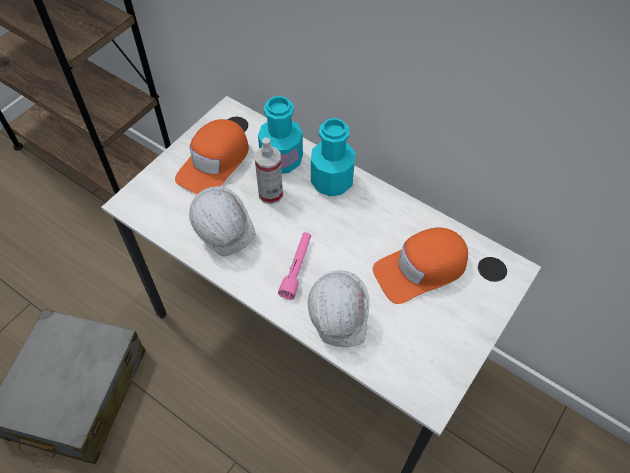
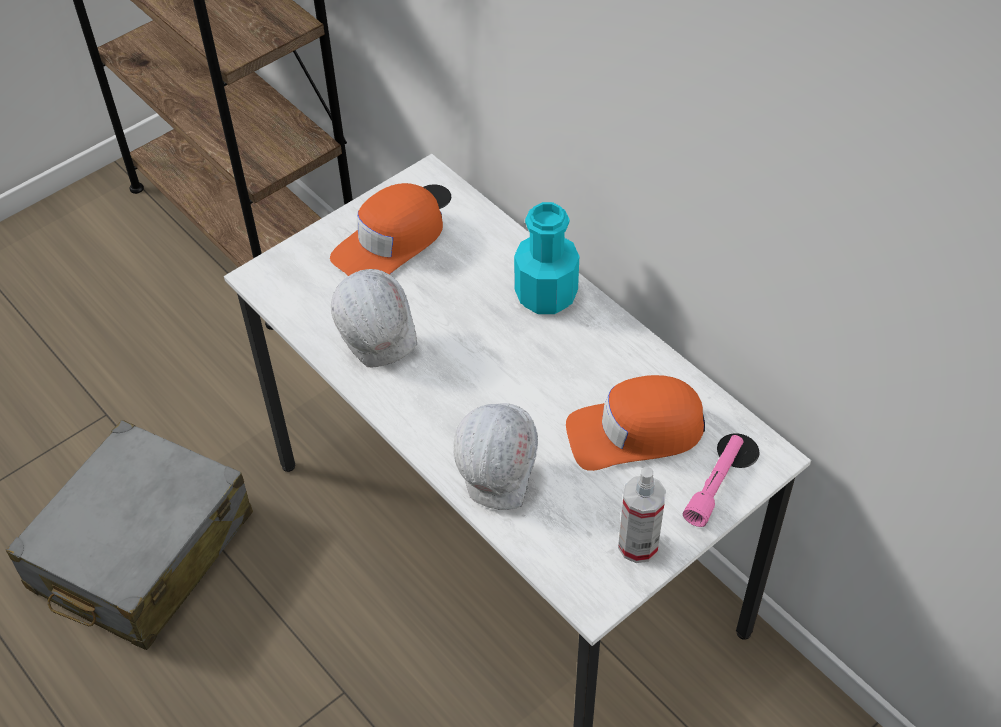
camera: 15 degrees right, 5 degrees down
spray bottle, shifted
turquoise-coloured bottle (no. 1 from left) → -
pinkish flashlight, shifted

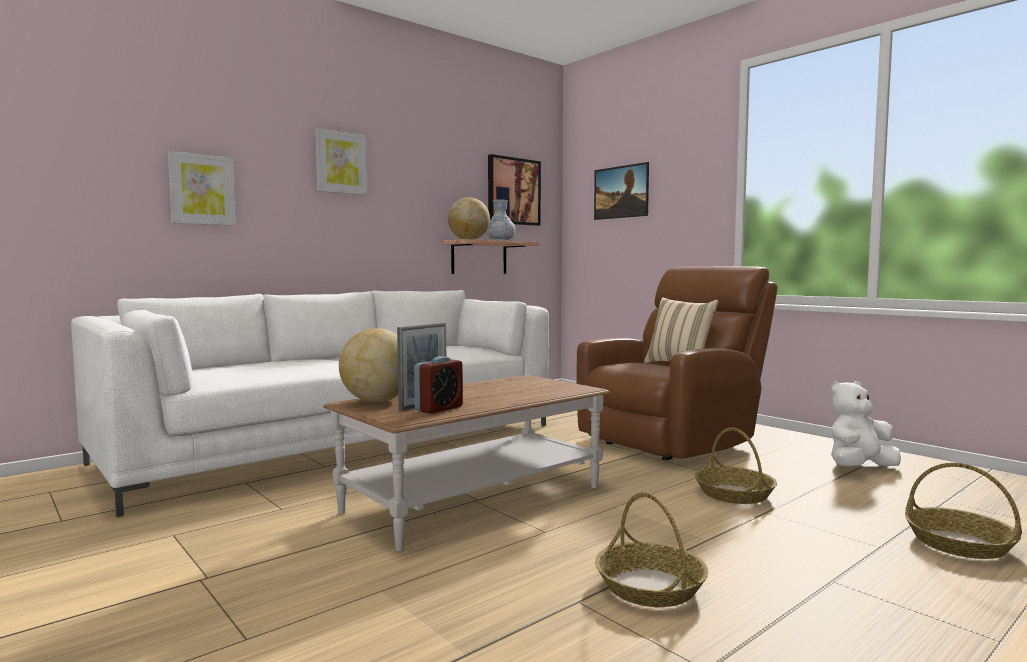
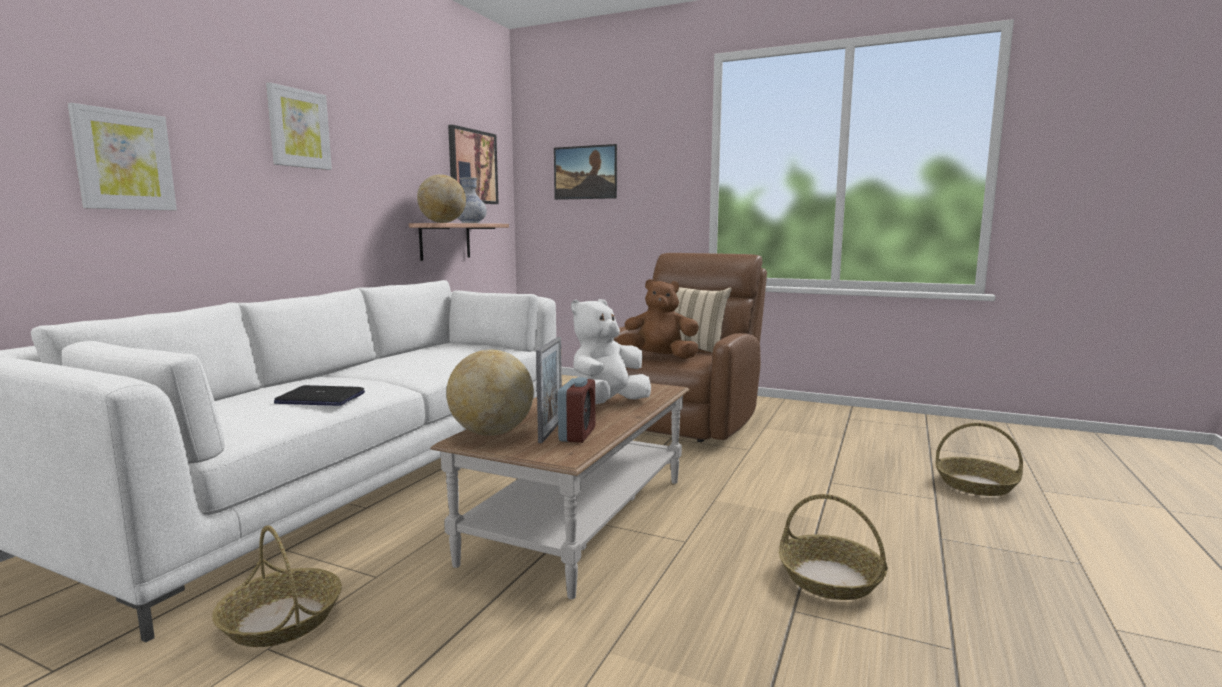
camera: 25 degrees left, 5 degrees up
storage basket (no. 2 from left in the first image) → storage basket (no. 1 from left), shifted
white soft toy, shifted
- → portable computer
- → brown-coloured soft toy

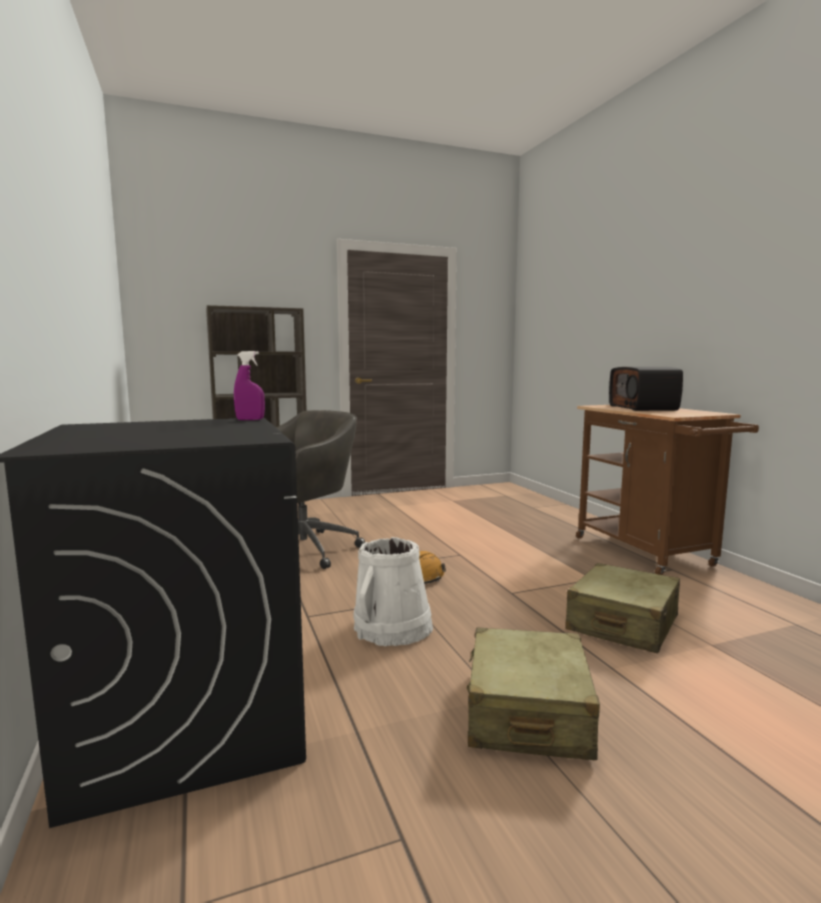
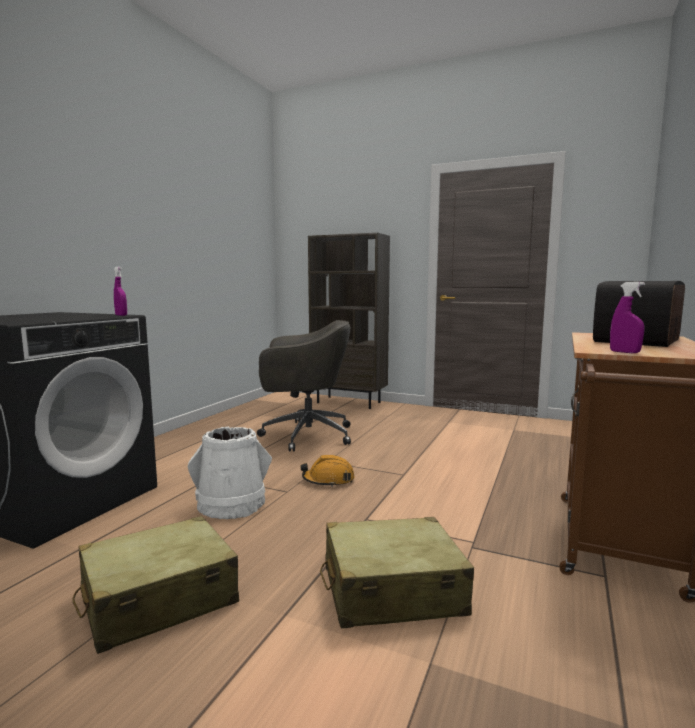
camera: 45 degrees right, 0 degrees up
- → purplish spray bottle (no. 2 from left)

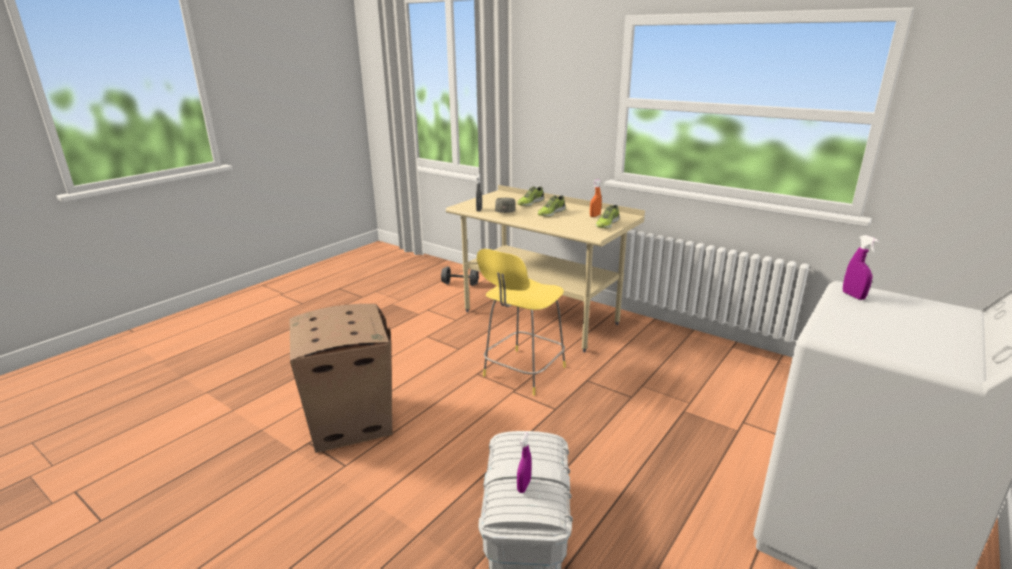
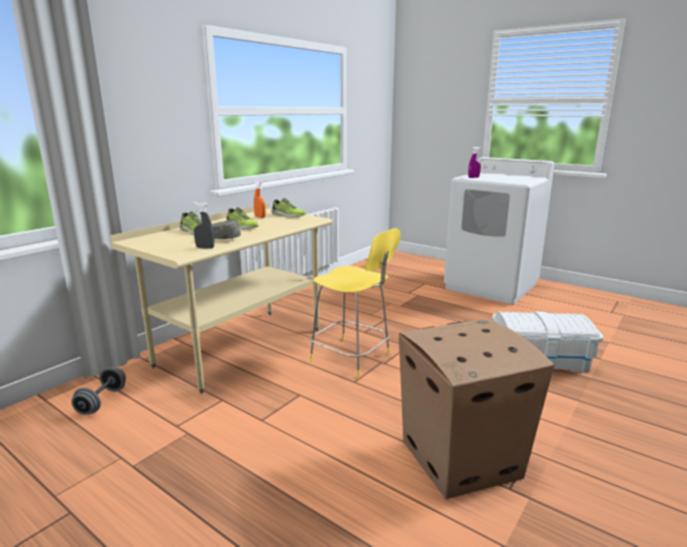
camera: 90 degrees left, 5 degrees down
purplish spray bottle (no. 1 from left) → -

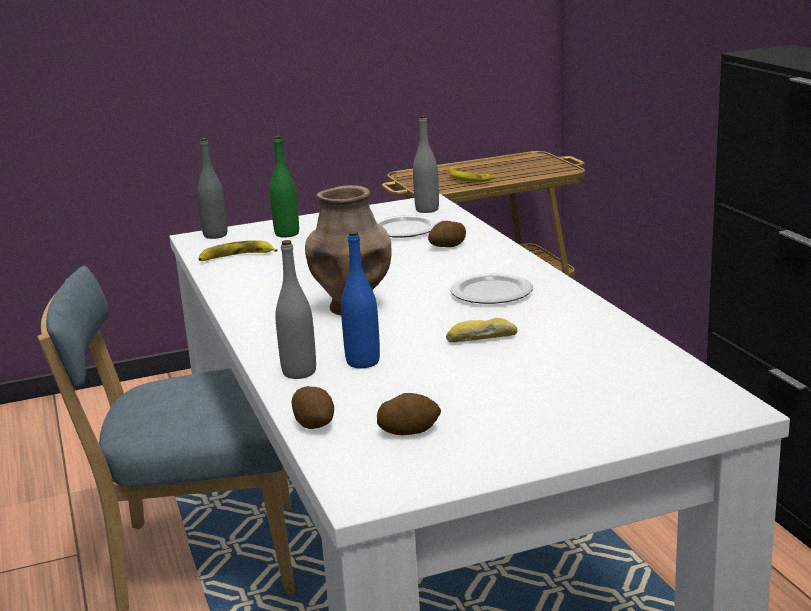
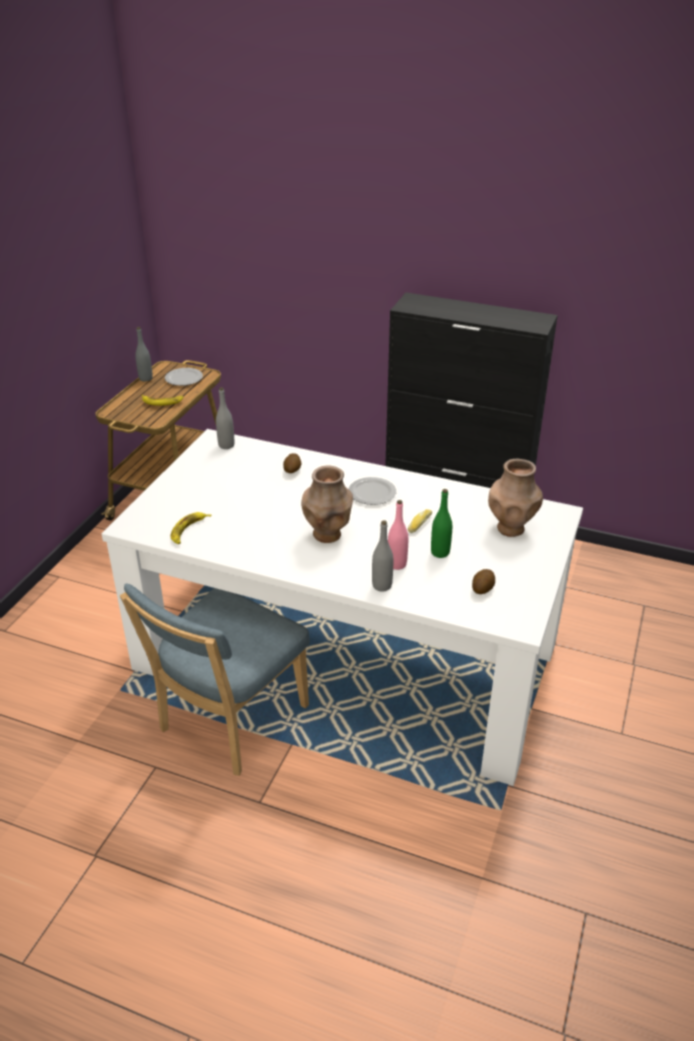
camera: 50 degrees left, 15 degrees up
gray bottle (no. 1 from left), shifted
green bottle, shifted
spud (no. 1 from left) → -
blue bottle → pinkish bottle
plate (no. 1 from left), shifted
- → brown-coloured flower vase (no. 2 from left)

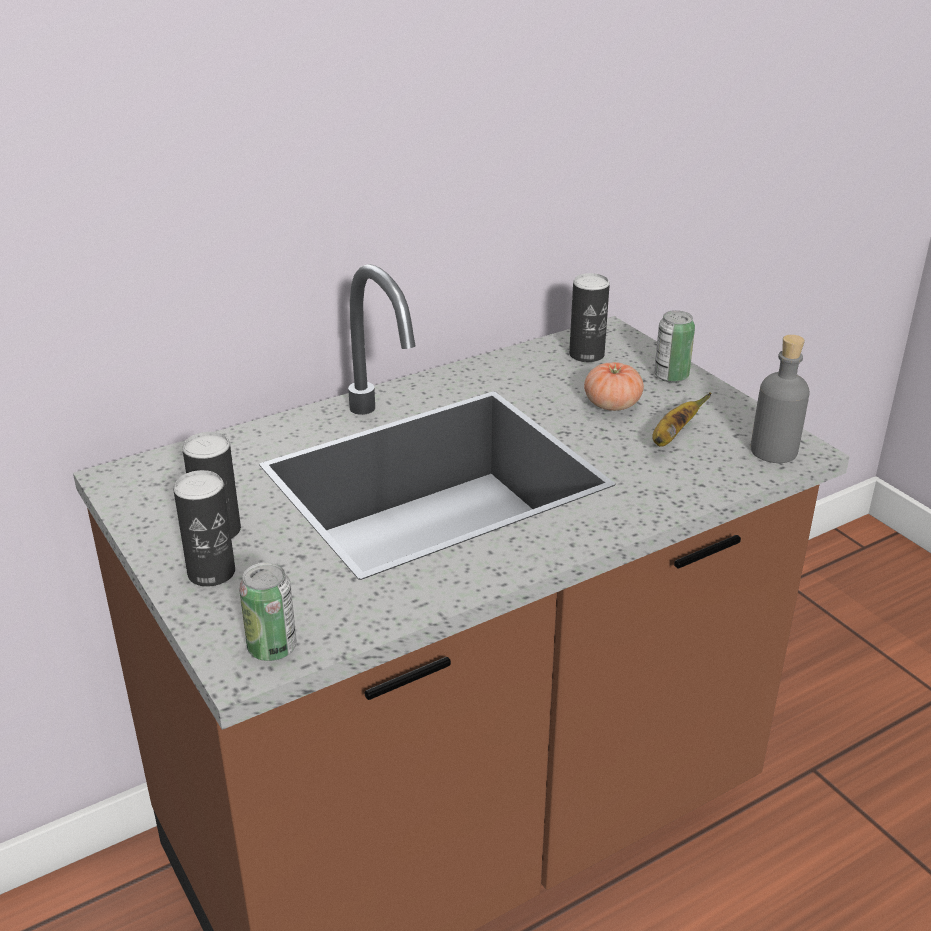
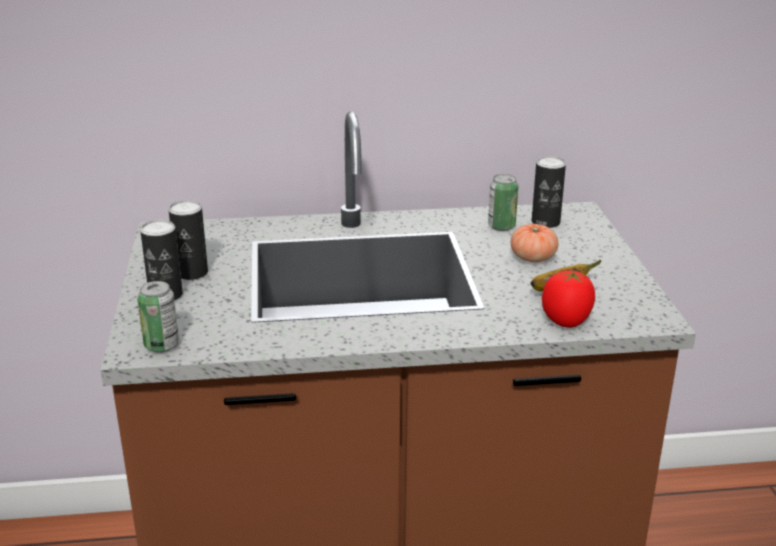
camera: 25 degrees right, 5 degrees down
can (no. 5 from left in the first image) → can (no. 4 from left), shifted
gray bottle → -
- → tomato (no. 2 from left)

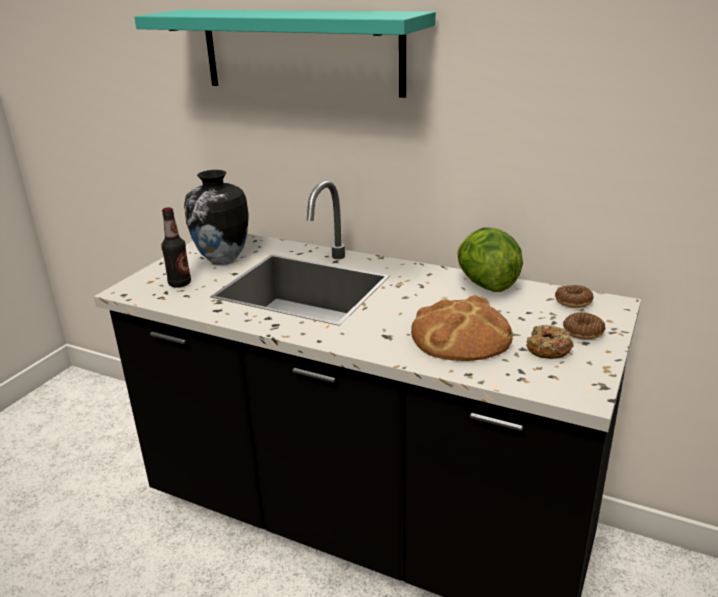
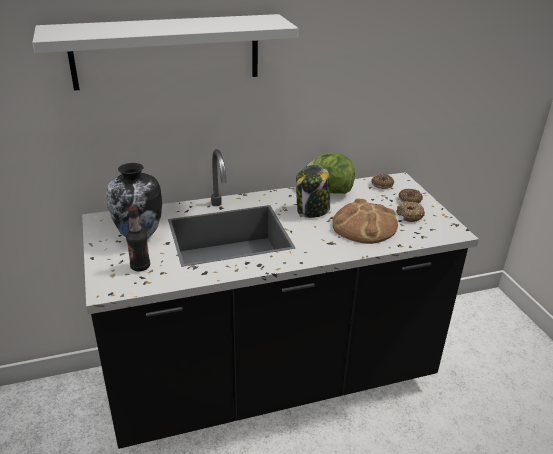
camera: 45 degrees left, 5 degrees up
turquoise-coloured wall shelf → white wall shelf
- → preserve jar

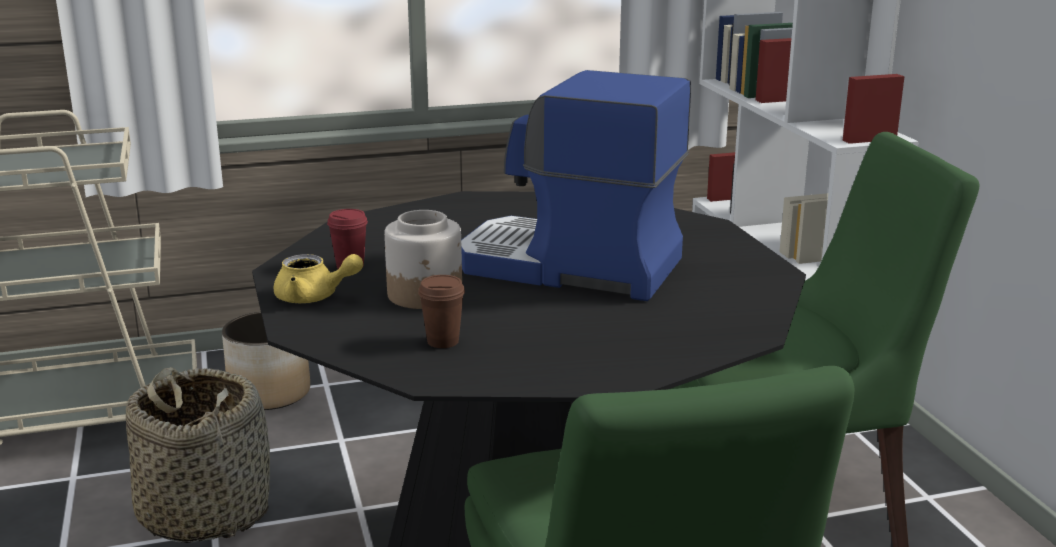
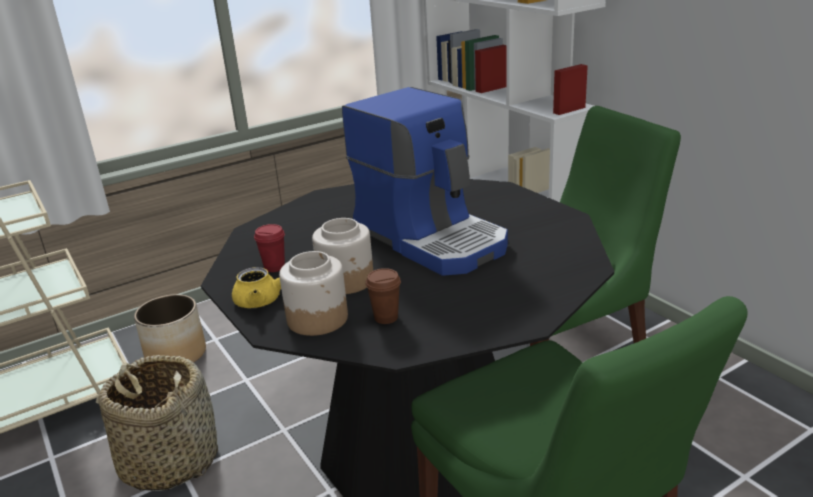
camera: 15 degrees left, 5 degrees up
coffee maker, 135 degrees counterclockwise
- → preserve jar (no. 1 from left)

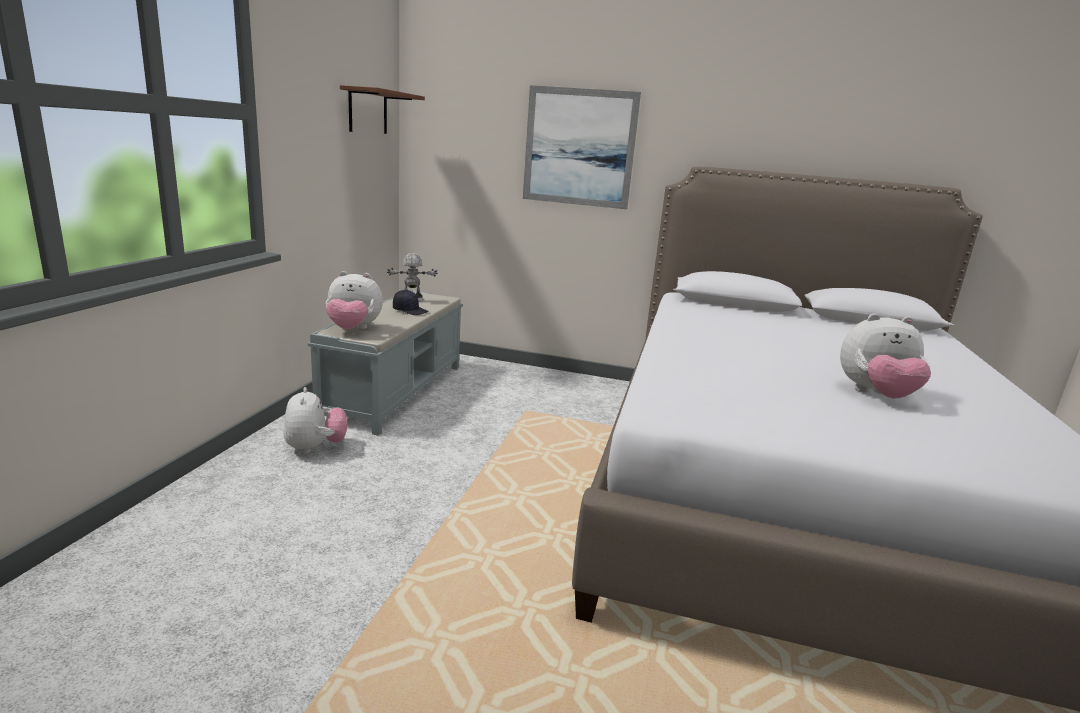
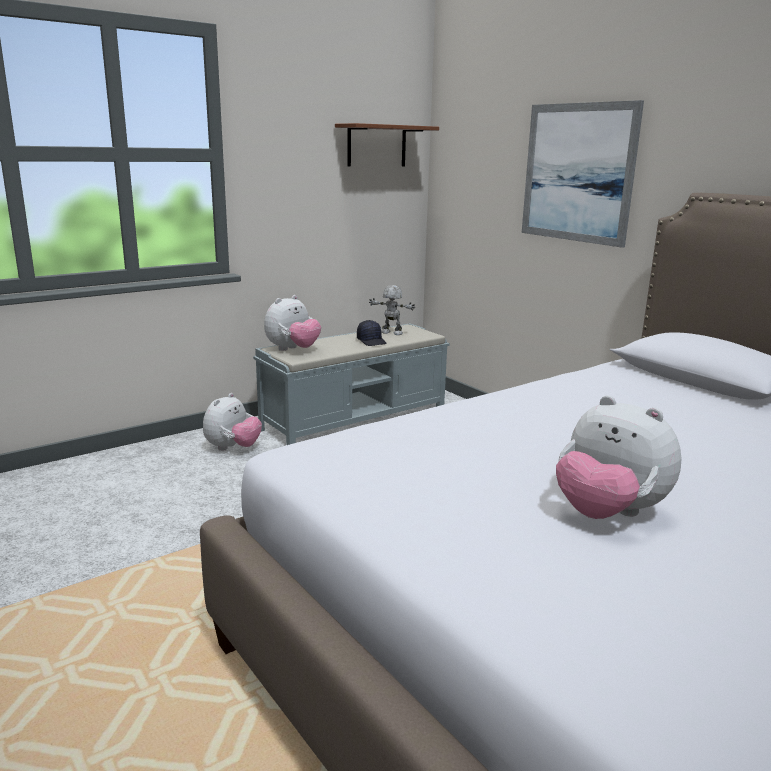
camera: 40 degrees right, 0 degrees up
soft toy (no. 2 from left), 90 degrees counterclockwise

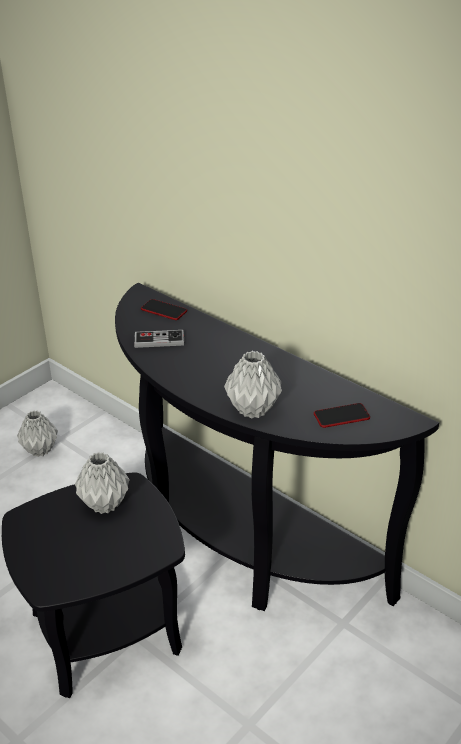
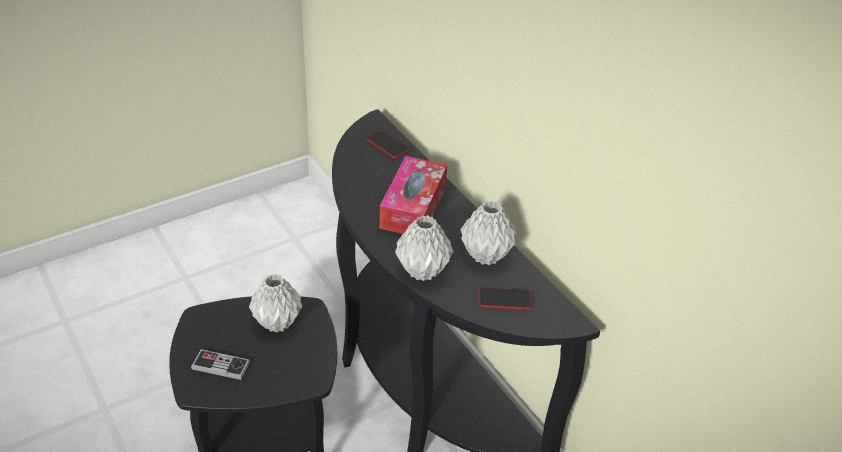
camera: 15 degrees right, 5 degrees up
gray flower vase (no. 1 from left in the first image) → gray flower vase (no. 3 from left), shifted
gamepad, shifted
- → tissue holder

